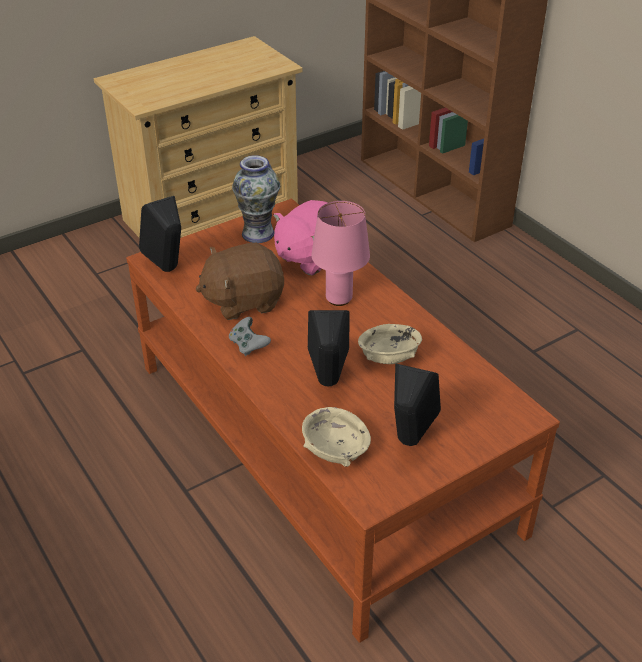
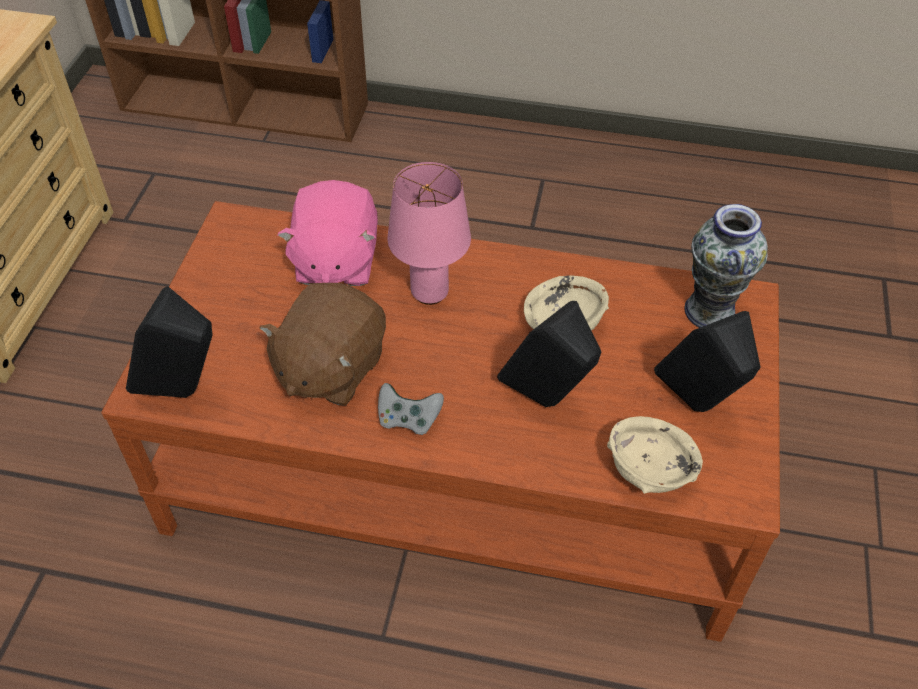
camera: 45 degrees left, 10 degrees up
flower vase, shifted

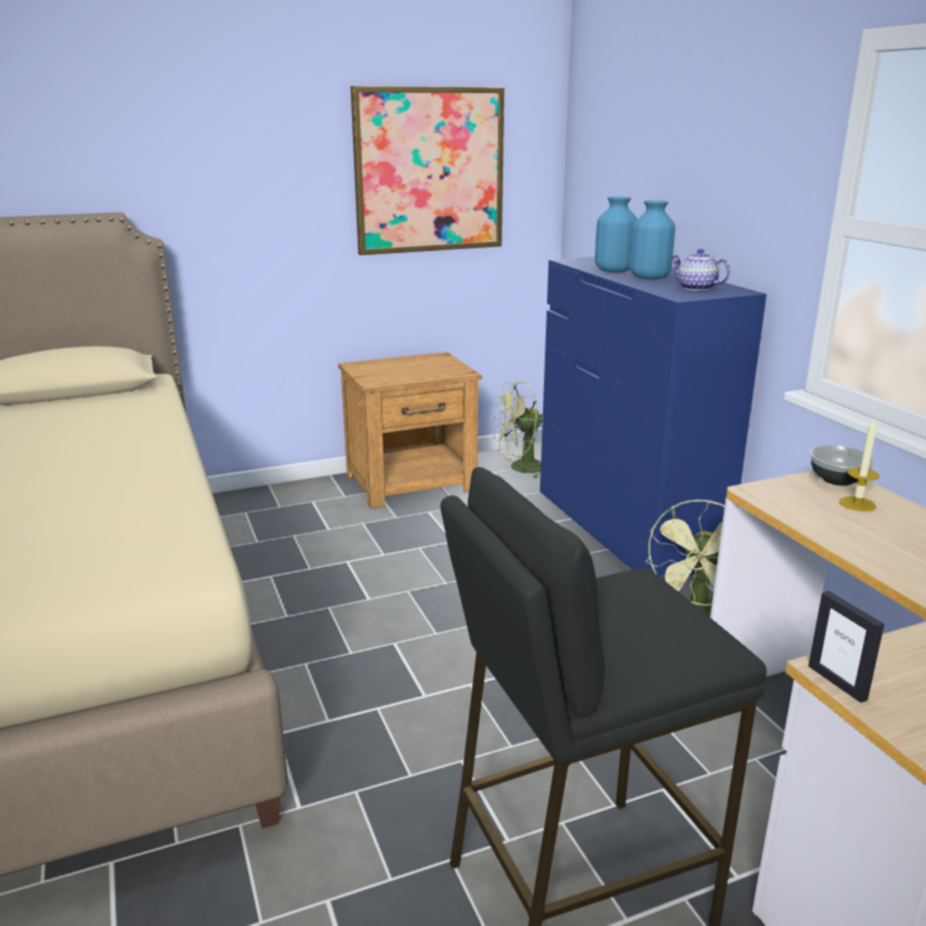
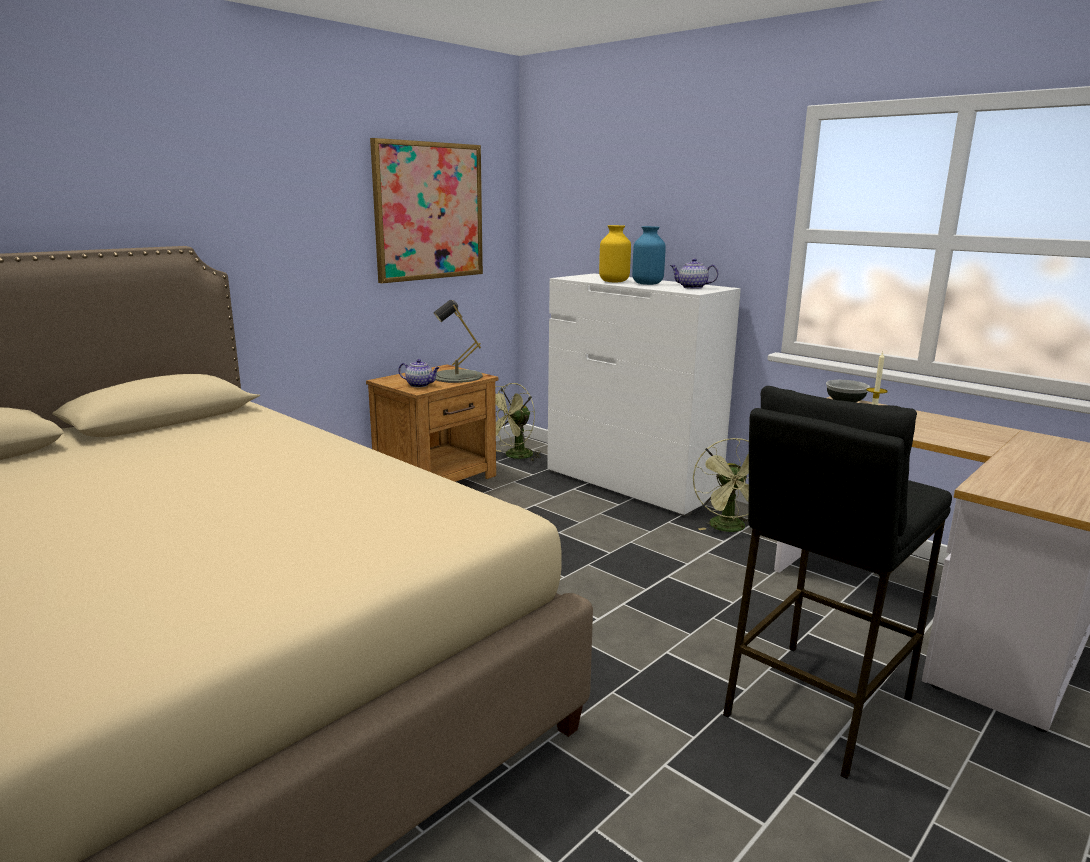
camera: 25 degrees left, 5 degrees down
blue drawer chest → white drawer chest
blue flower vase (no. 1 from left) → yellow-coloured flower vase
picture frame → -
- → teapot (no. 1 from left)
- → gray table lamp

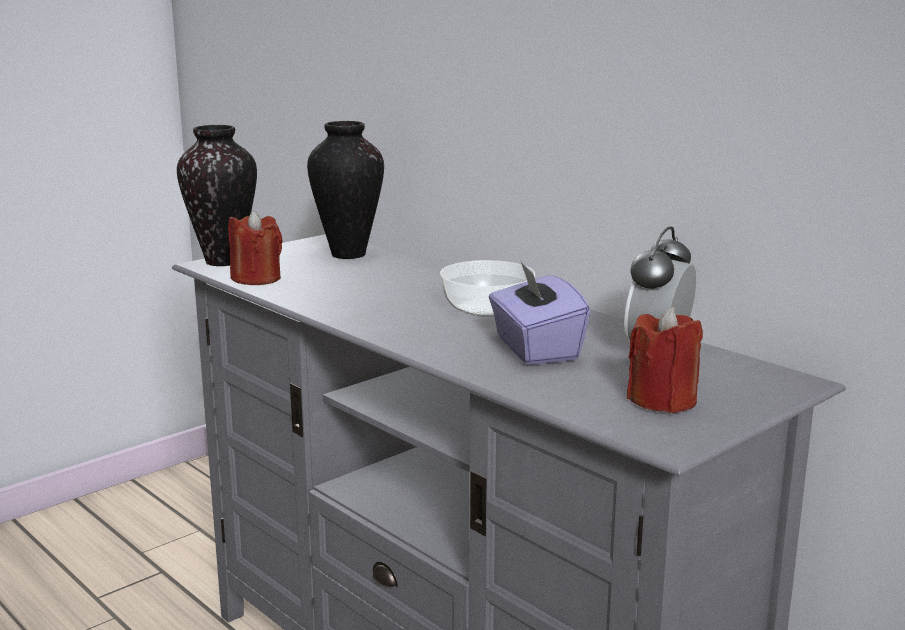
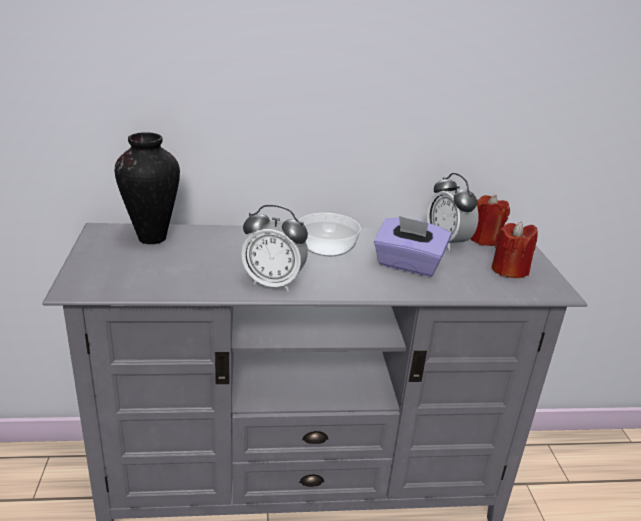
camera: 55 degrees left, 10 degrees up
flower vase (no. 1 from left) → -
red wax light (no. 1 from left), shifted
- → table clock (no. 1 from left)

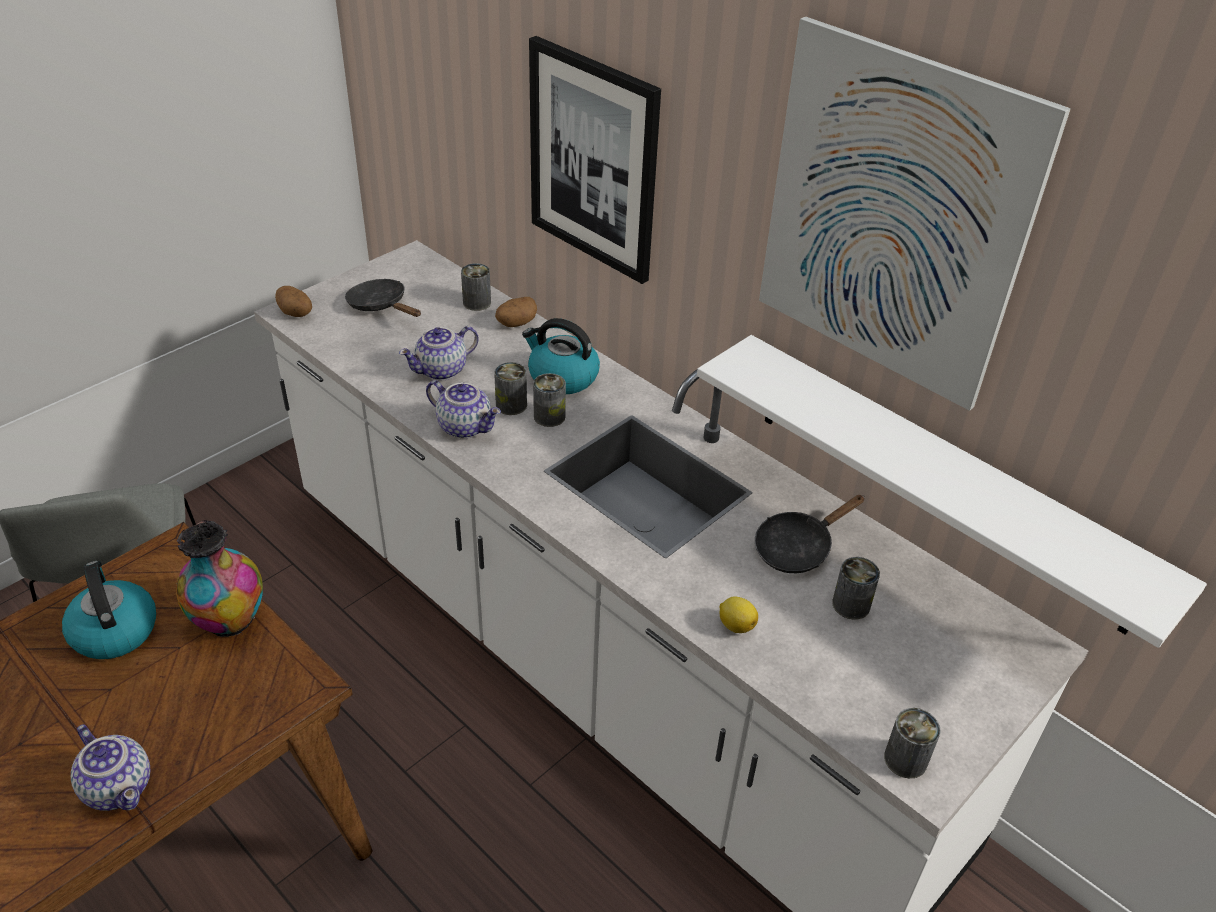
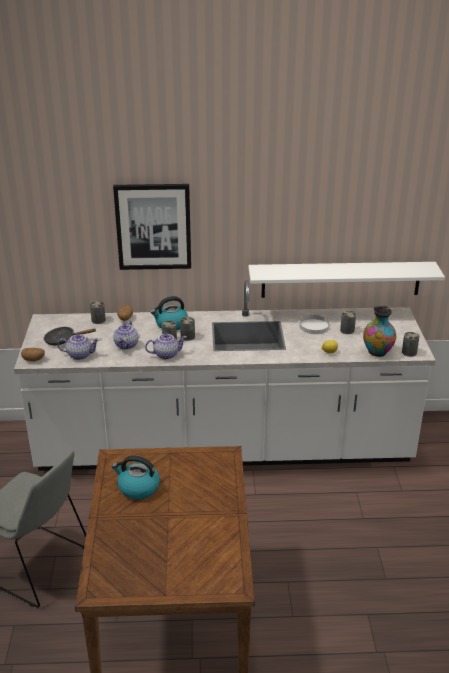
camera: 45 degrees left, 10 degrees down
teapot (no. 1 from left), shifted
flower vase, shifted
blackish pan (no. 2 from left) → white plate
picture (no. 2 from left) → -

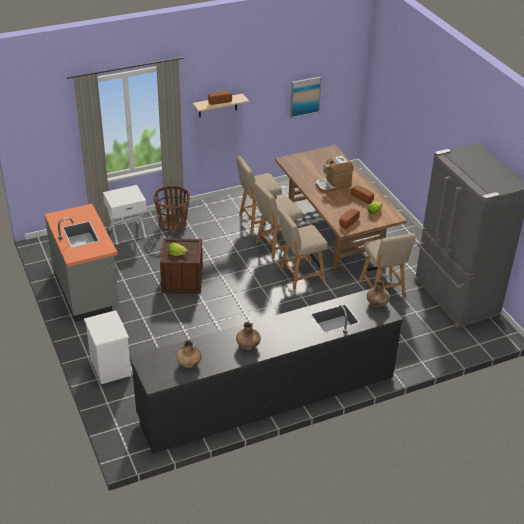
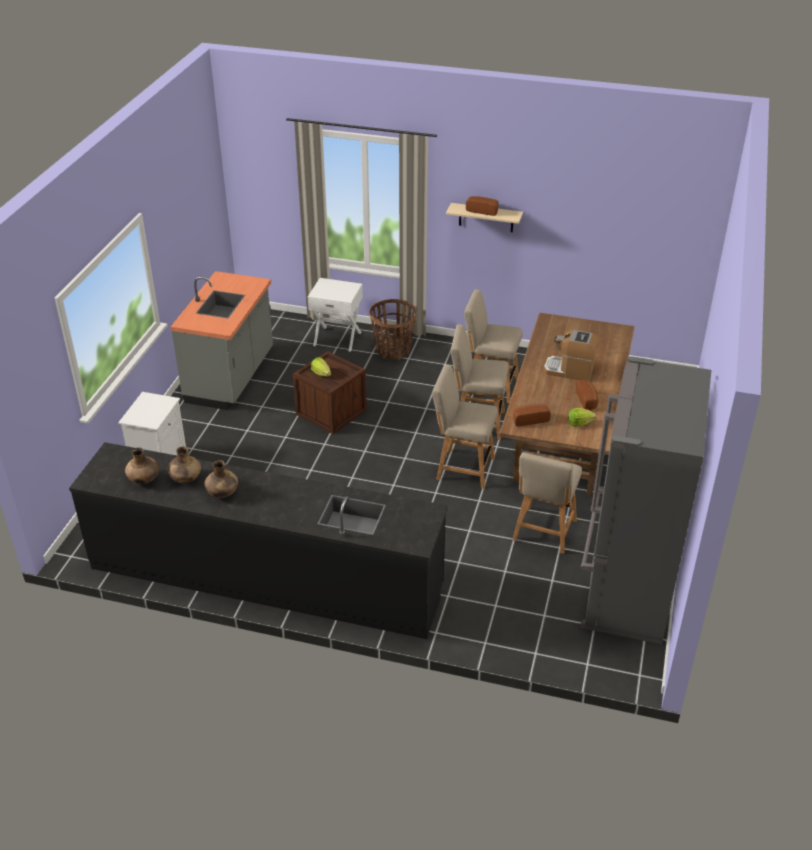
camera: 40 degrees right, 0 degrees up
picture → -
brown-coloured flower vase (no. 3 from left in the first image) → brown-coloured flower vase (no. 2 from left), shifted

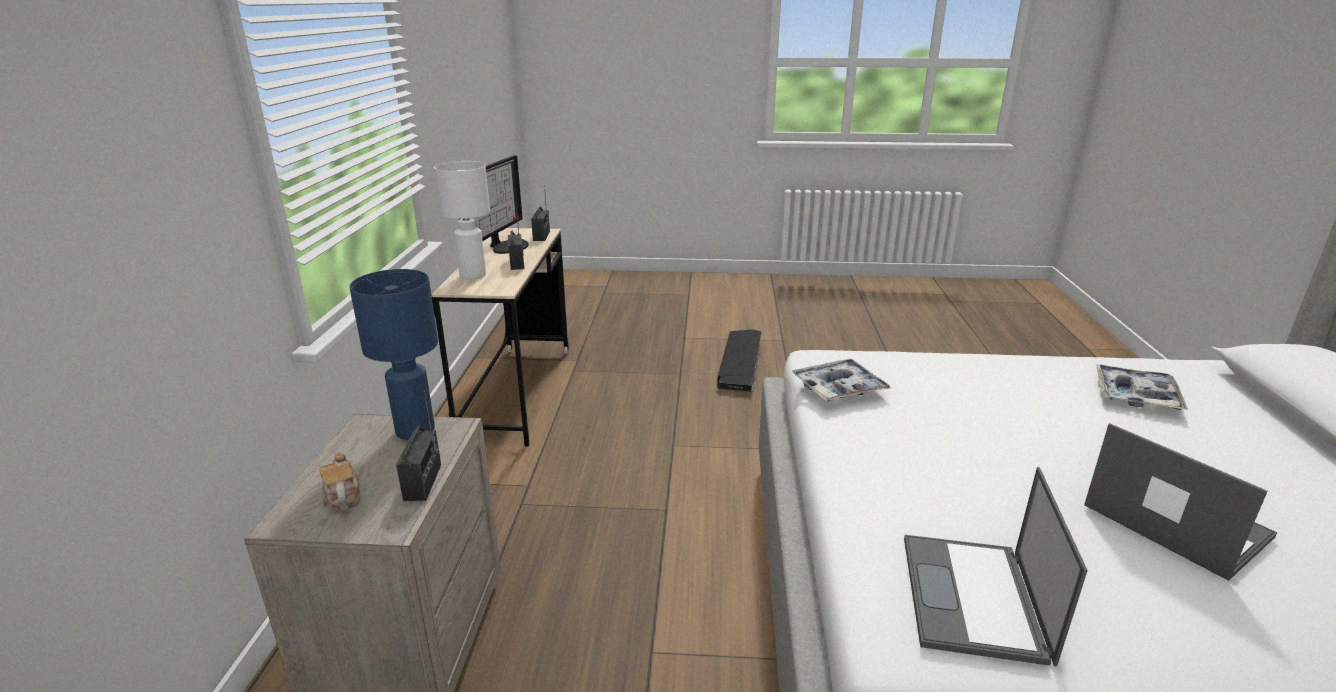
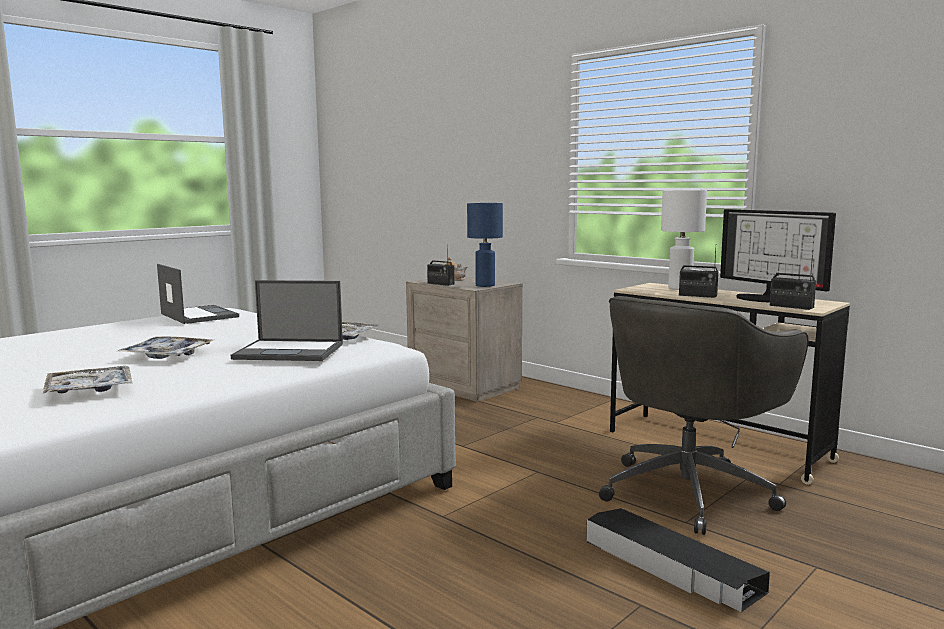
camera: 130 degrees right, 15 degrees down
portable computer (no. 2 from left), shifted
- → carrying tray (no. 2 from left)
- → gray desk chair

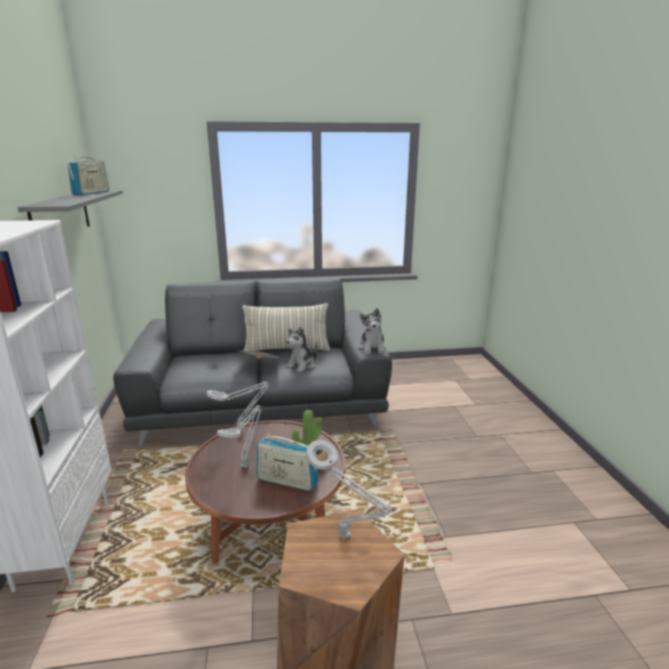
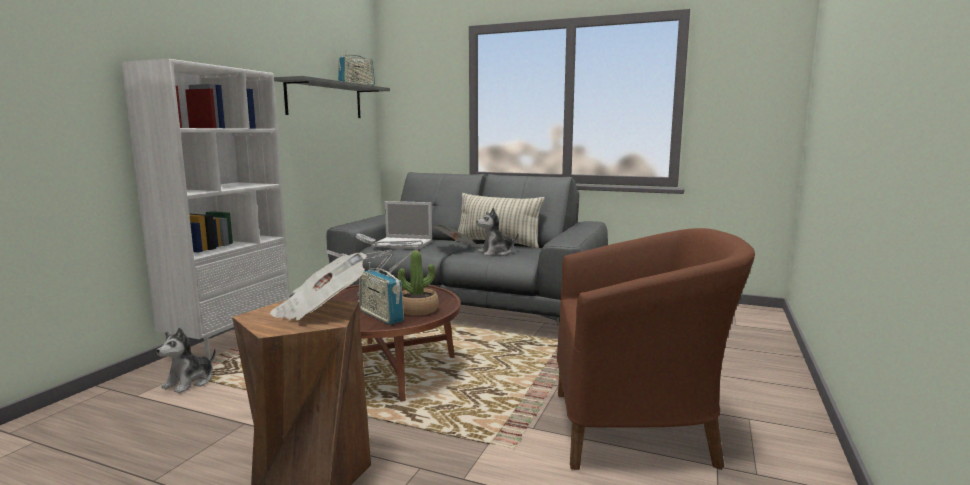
camera: 30 degrees right, 10 degrees down
gray table lamp (no. 3 from left) → daily paper (no. 1 from left)
soft toy (no. 2 from left in the first image) → soft toy (no. 1 from left), shifted
- → portable computer
- → brown-coloured lounge chair

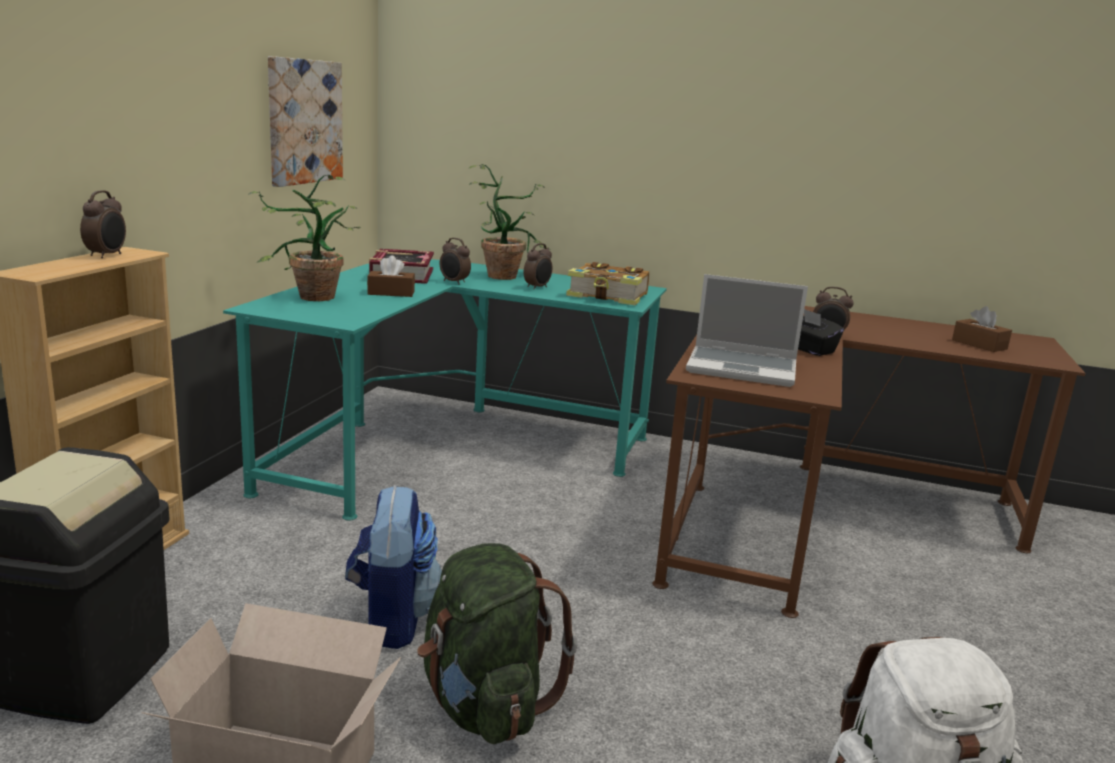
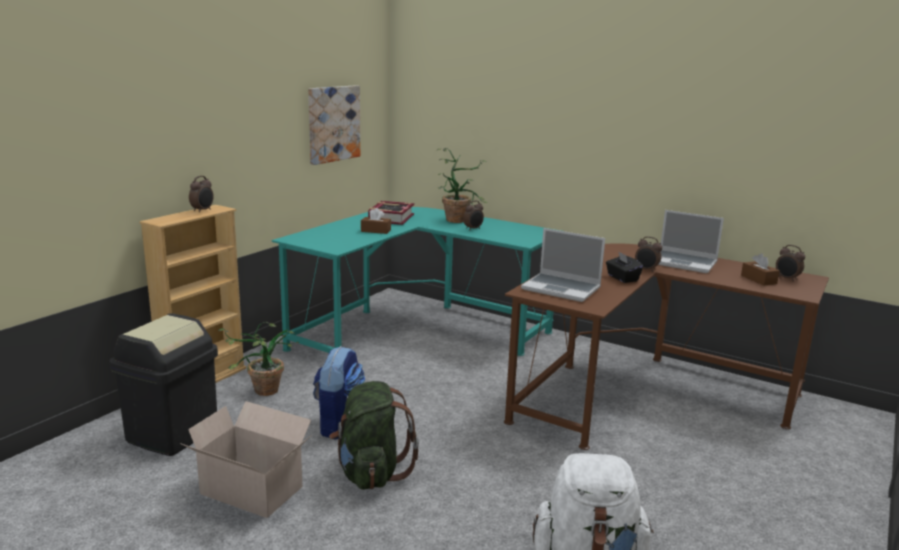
camera: 15 degrees right, 0 degrees up
houseplant (no. 1 from left), shifted
table clock (no. 2 from left in the first image) → table clock (no. 4 from left), shifted
bound book (no. 2 from left) → -
- → portable computer (no. 2 from left)

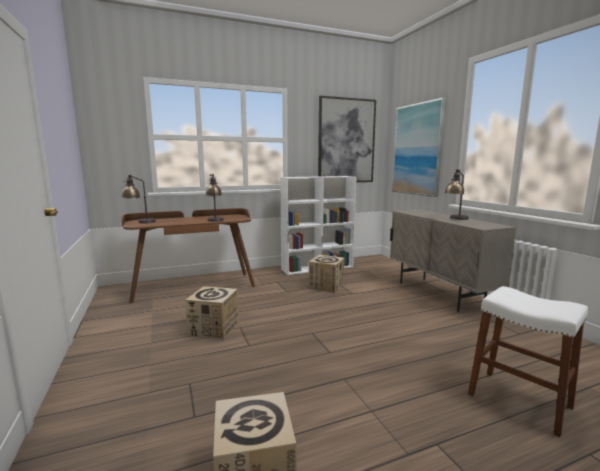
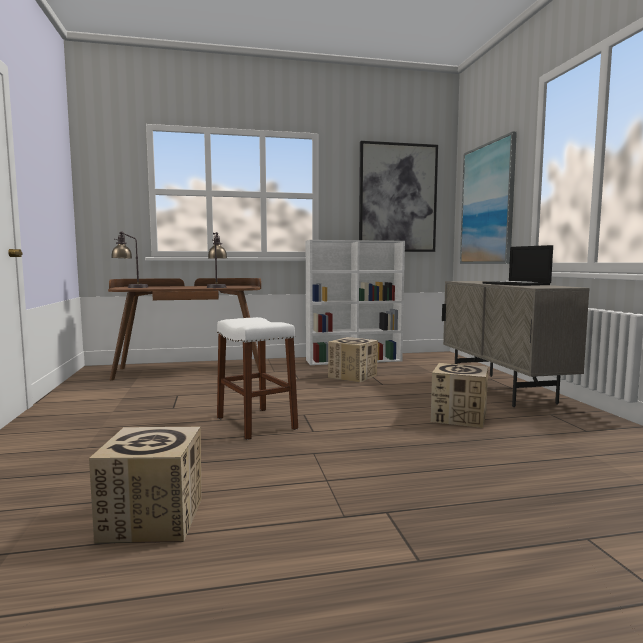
camera: 10 degrees right, 5 degrees down
carton (no. 1 from left in the first image) → carton (no. 3 from left), shifted
table lamp (no. 3 from left) → portable computer
white stool, shifted

